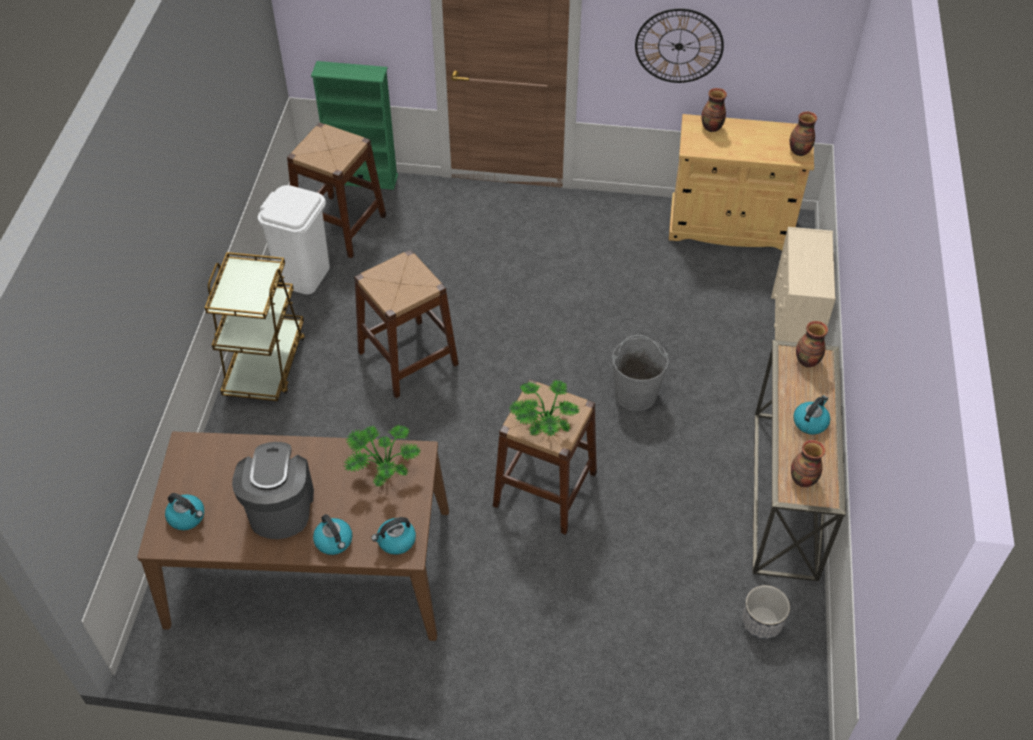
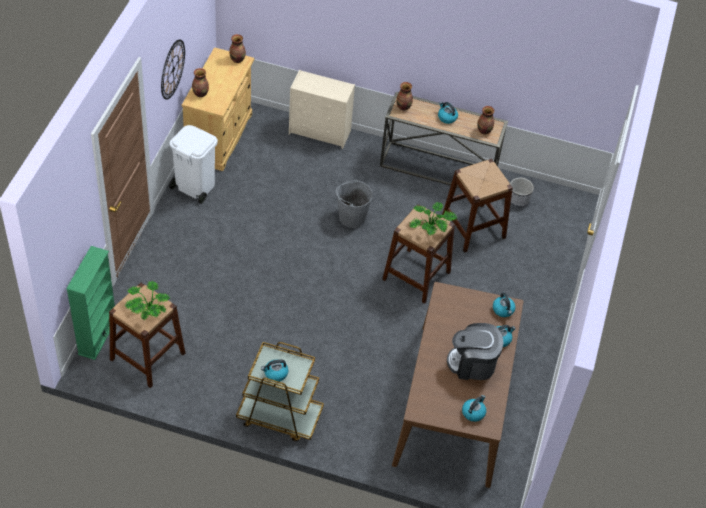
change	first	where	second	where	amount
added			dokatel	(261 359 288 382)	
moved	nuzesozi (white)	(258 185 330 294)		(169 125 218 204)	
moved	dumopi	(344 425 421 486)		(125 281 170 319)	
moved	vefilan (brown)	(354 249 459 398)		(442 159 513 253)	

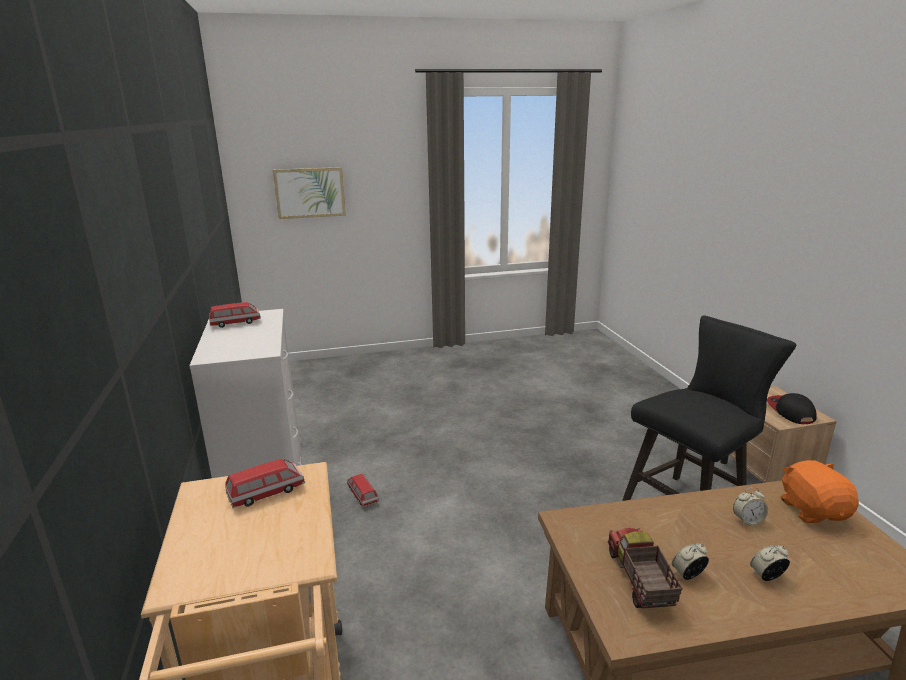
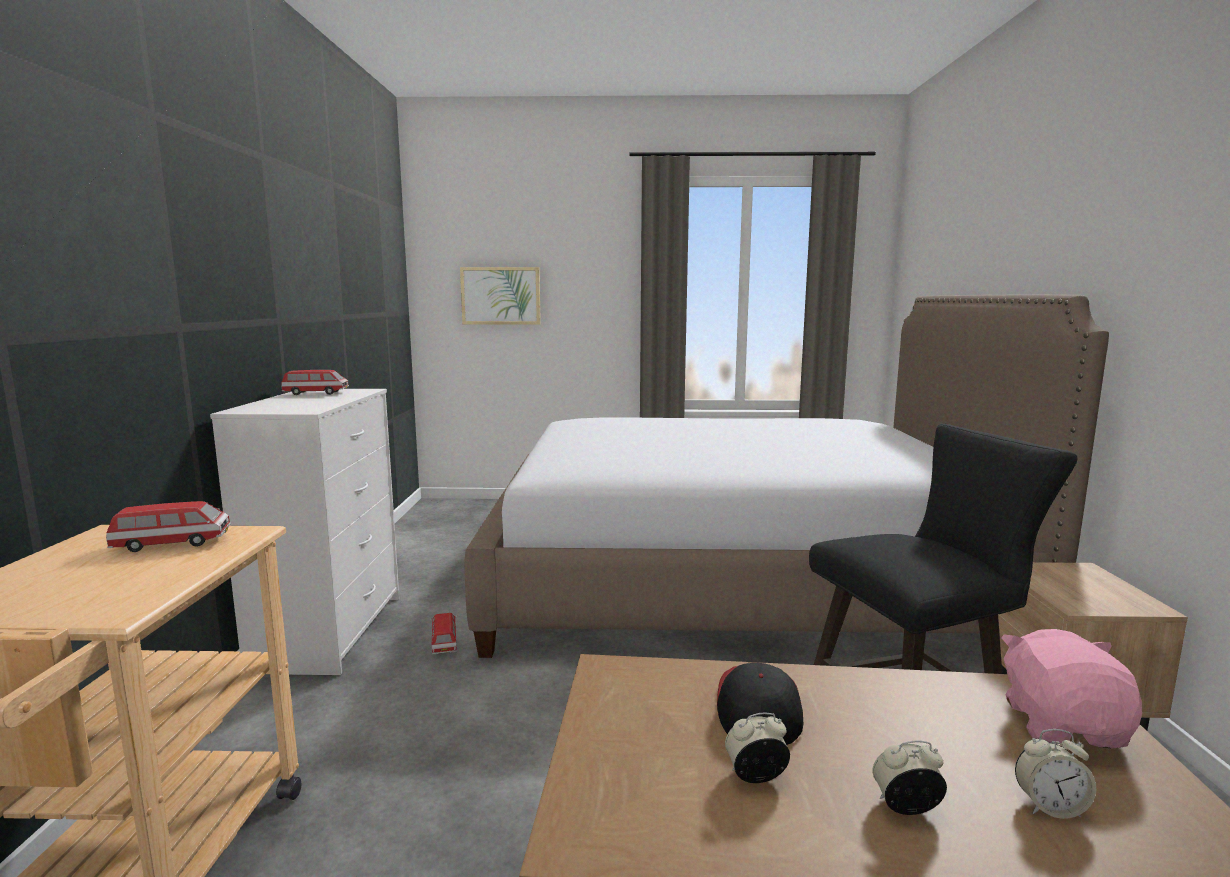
change	first	where	second	where	amount
removed	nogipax	(608 528 683 608)			
added			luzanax	(464 294 1109 658)	
moved	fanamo	(733 487 768 526)		(1015 729 1096 819)	
moved	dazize	(767 393 817 424)		(717 663 803 745)	
recoloured	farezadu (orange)	(781 460 859 523)	farezadu (pink)	(1001 629 1142 749)	

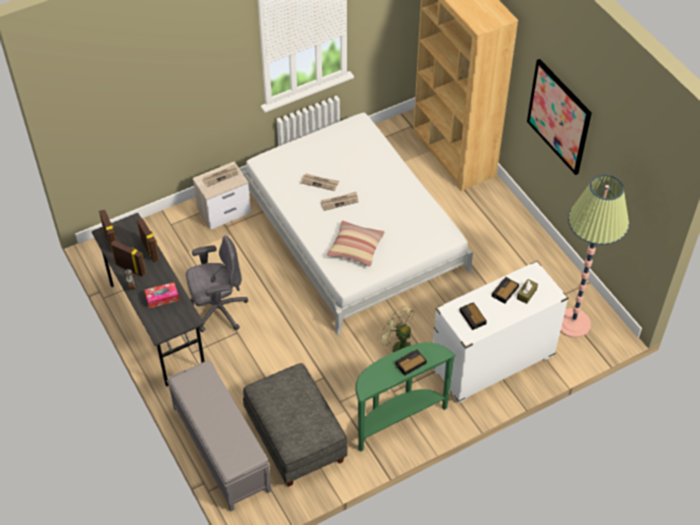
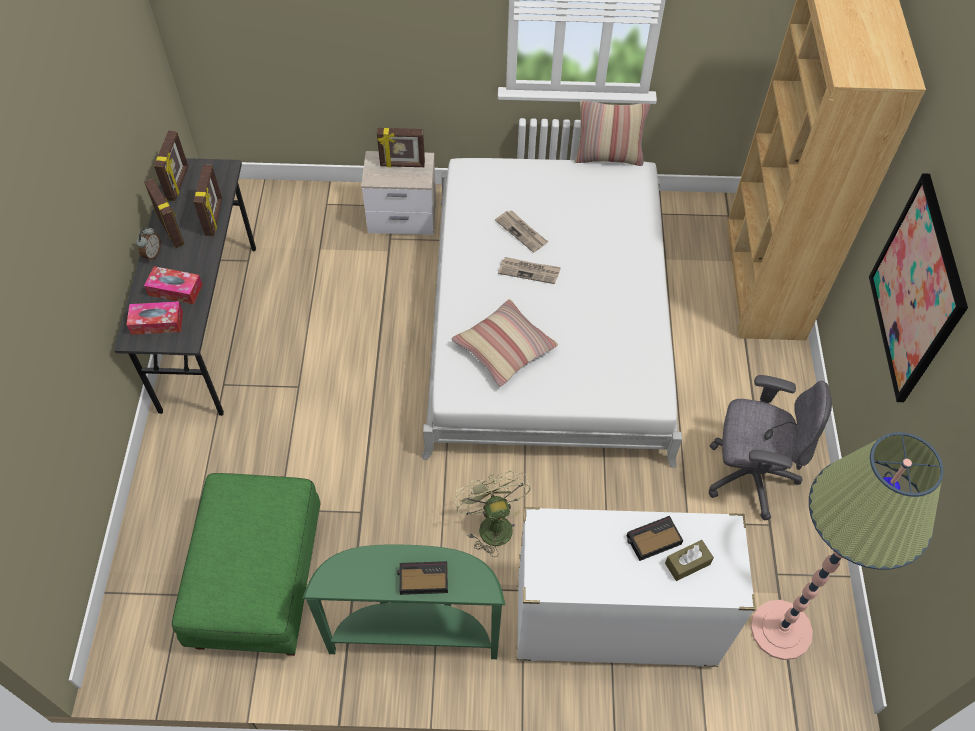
change	first	where	second	where	amount
removed	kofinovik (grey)	(166 361 272 512)			
removed	fanamo	(459 302 487 330)			
added			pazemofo	(126 301 183 335)	
added			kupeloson	(575 101 650 166)	
moved	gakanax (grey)	(186 236 248 332)		(709 375 832 520)	
replaced	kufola	(202 164 239 187)	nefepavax	(377 128 425 167)	
recoloured	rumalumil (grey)	(243 363 348 487)	rumalumil (green)	(172 473 320 656)	

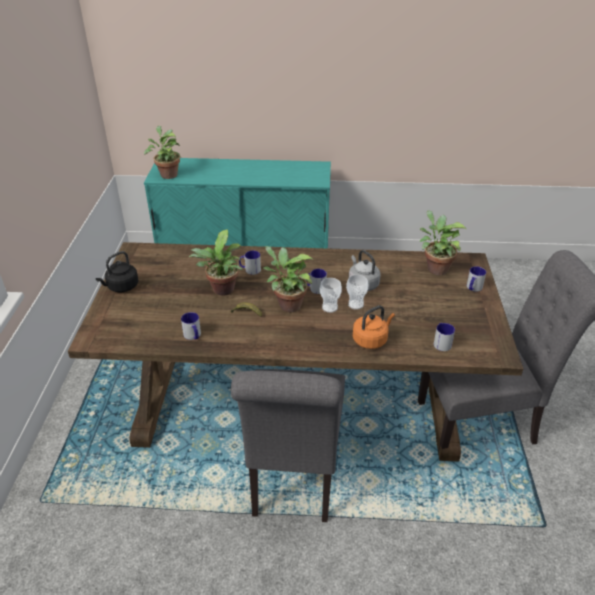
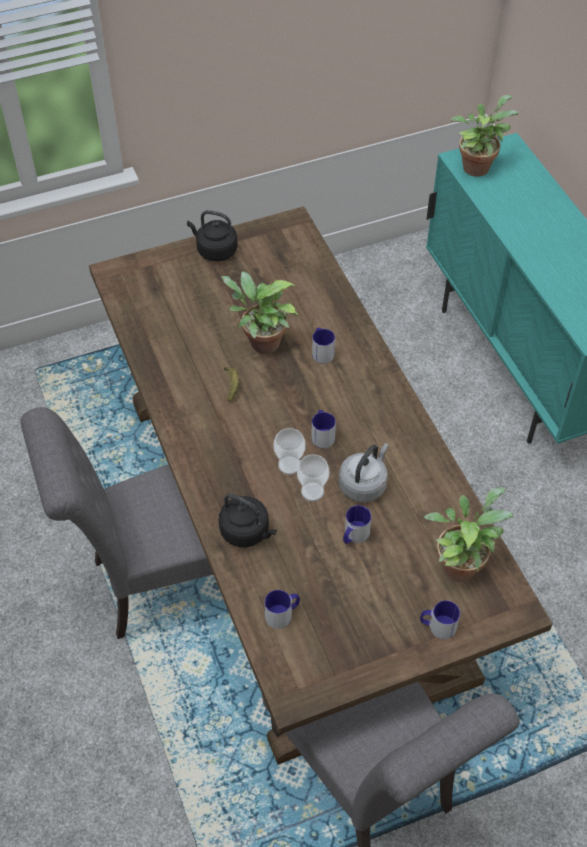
change	first	where	second	where	amount
removed	dumopi	(263 246 314 312)			
moved	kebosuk	(181 312 201 340)		(343 505 371 544)	
recoloured	dokatel (orange)	(353 305 395 349)	dokatel (black)	(219 494 277 547)	

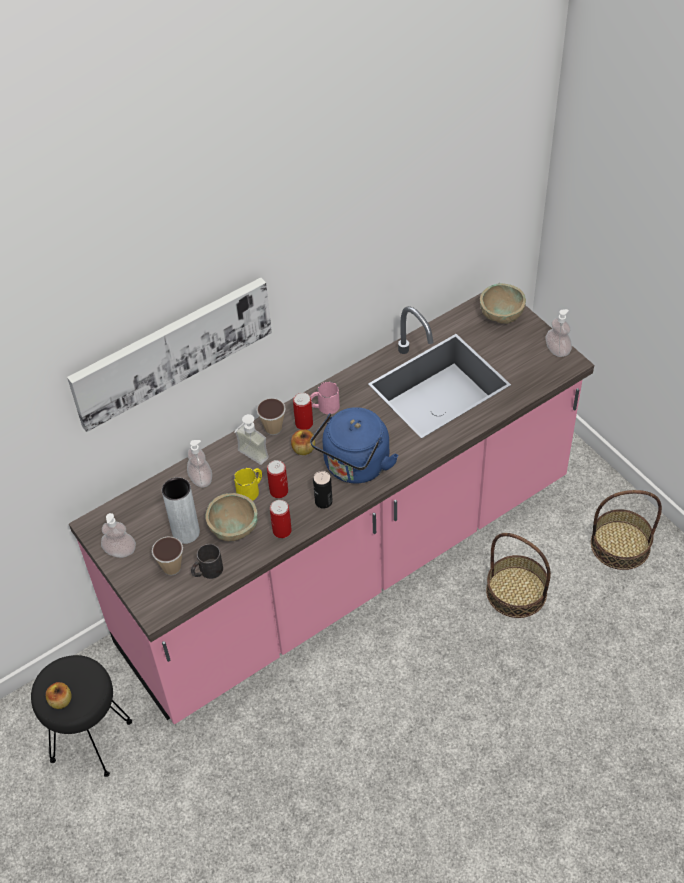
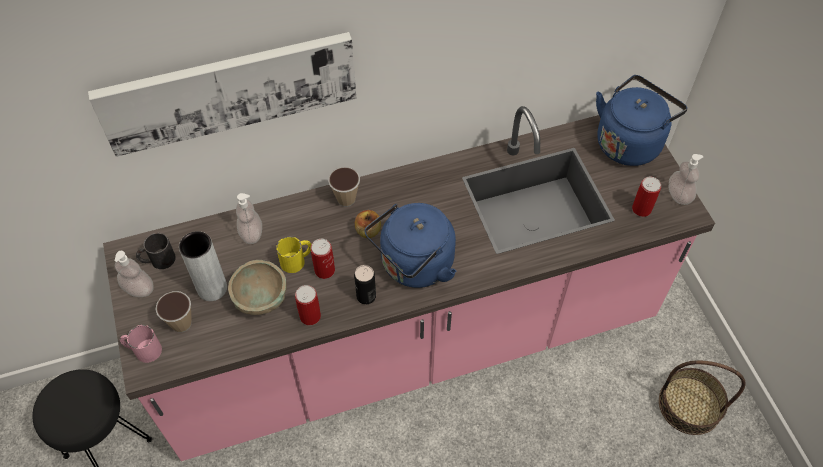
change	first	where	second	where	amount
removed	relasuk	(46 682 72 709)			
removed	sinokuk	(235 414 269 465)			
removed	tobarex	(486 533 551 618)			
moved	kebosuk (black)	(191 544 223 579)		(136 233 176 269)	
moved	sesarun	(293 392 313 430)		(632 177 661 217)	
moved	kebosuk (pink)	(310 381 340 414)		(120 325 162 363)	
replaced	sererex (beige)	(480 283 526 324)	dokatel (blue)	(596 75 687 166)	

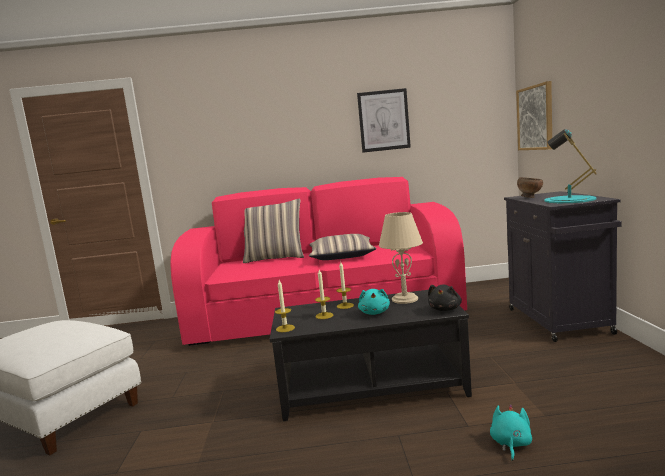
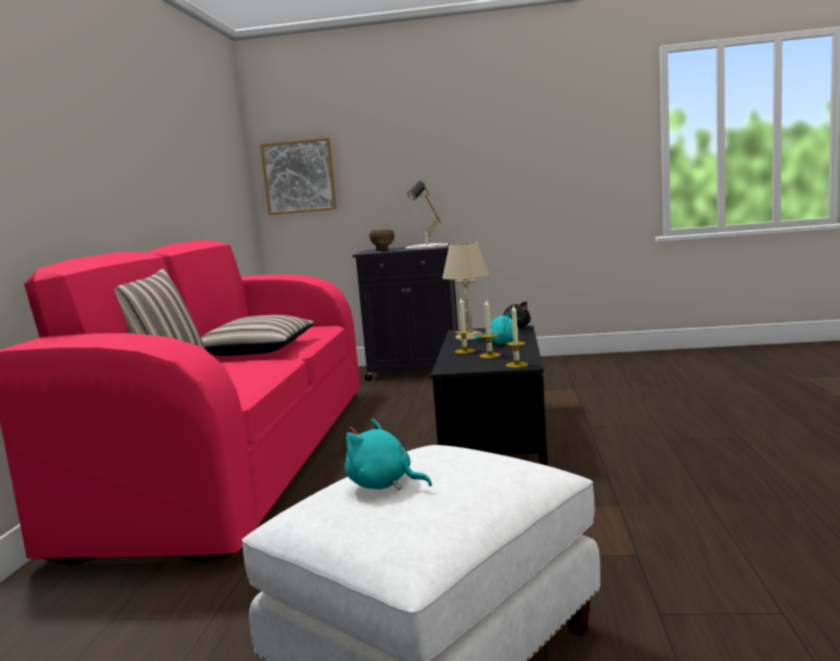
change	first	where	second	where	amount
removed	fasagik	(357 88 411 153)			
moved	farezadu (turquoise)	(490 404 532 461)		(345 419 432 490)	
recoloured	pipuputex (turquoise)	(545 129 597 203)	pipuputex (white)	(406 181 449 249)	

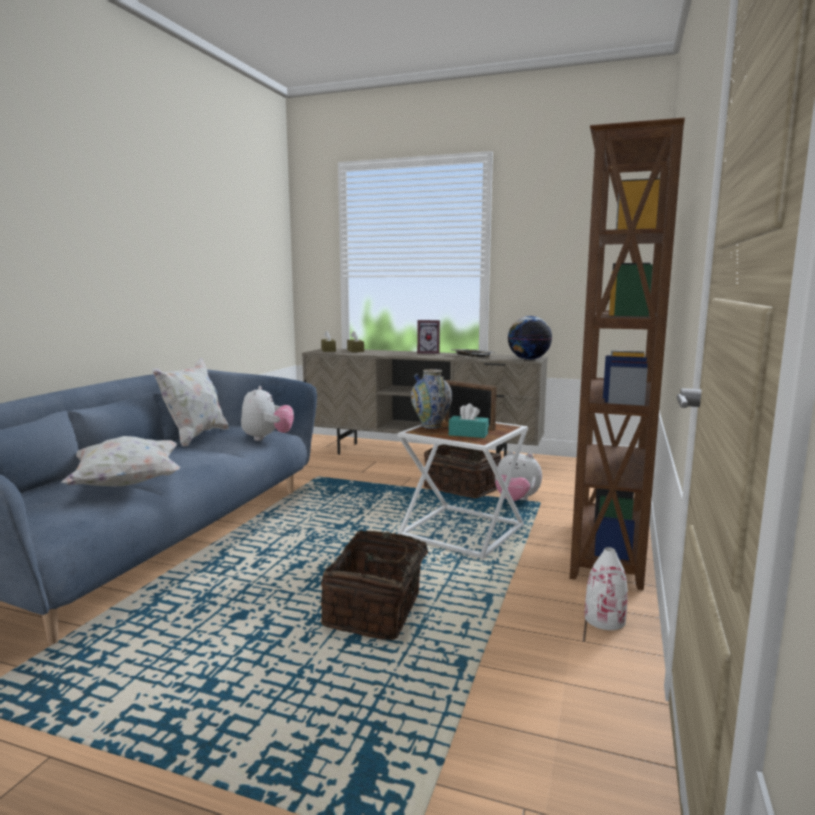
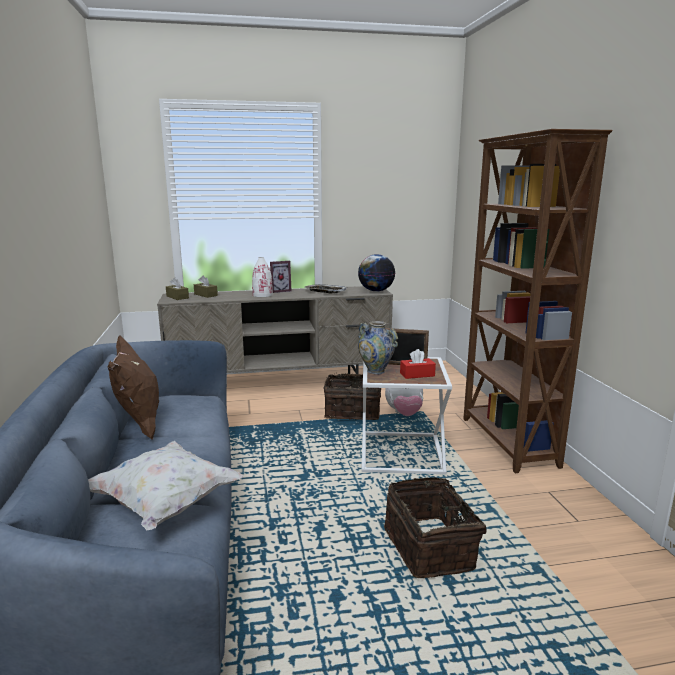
change	first	where	second	where	amount
removed	farezadu	(241 386 294 441)			
moved	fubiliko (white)	(585 547 628 630)		(252 257 273 297)	
recoloured	kupeloson (white)	(152 358 229 446)	kupeloson (brown)	(108 335 159 440)	
recoloured	pazemofo (turquoise)	(449 403 489 438)	pazemofo (red)	(400 349 436 379)	

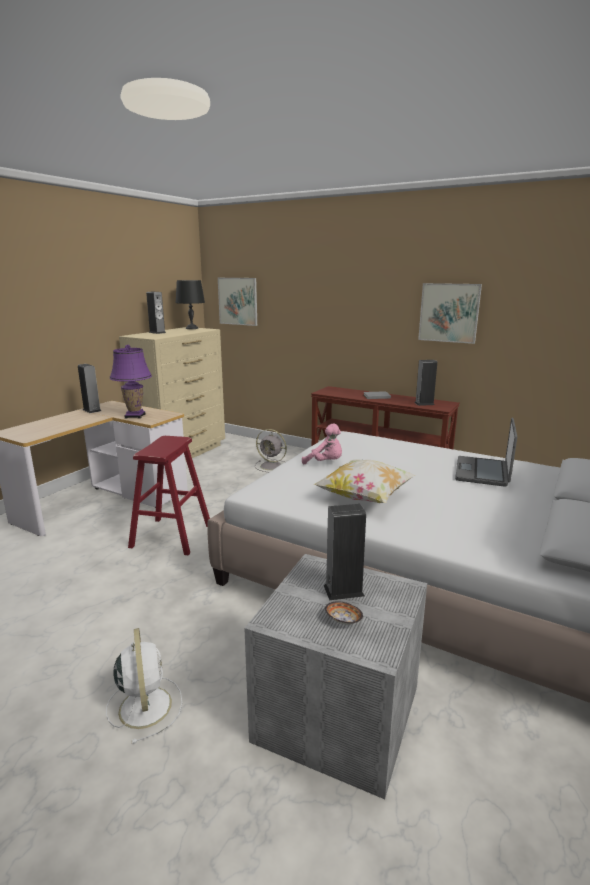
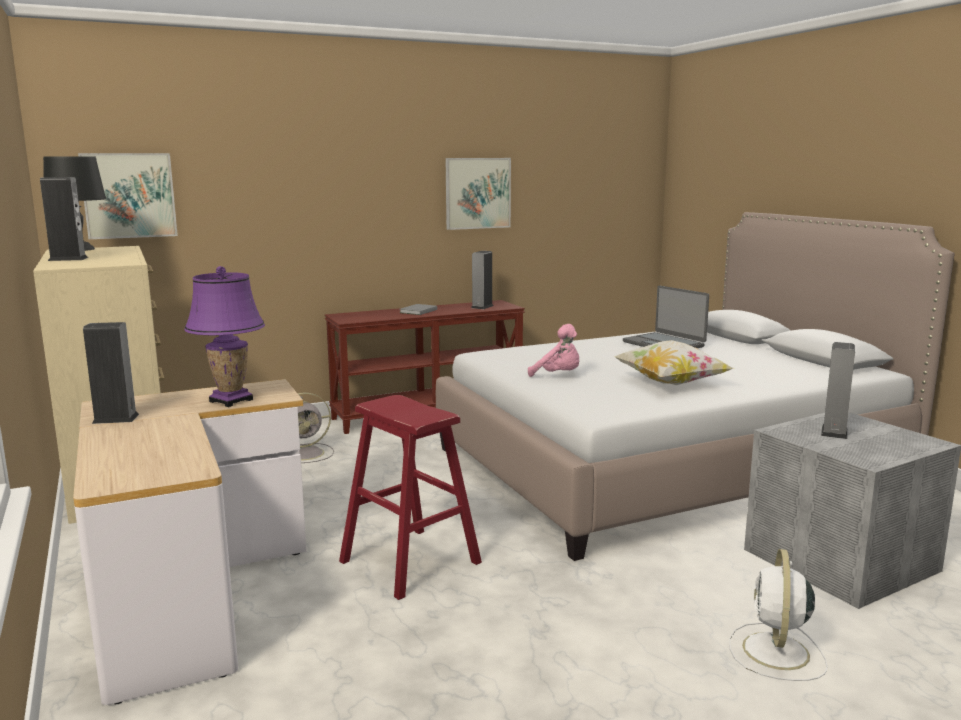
change	first	where	second	where	amount
removed	sererex	(325 601 363 625)			
turned	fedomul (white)	(106 628 182 744)		(729 549 828 681)	90 degrees counterclockwise
turned	farezadu (pink)	(302 423 342 464)		(528 324 579 377)	60 degrees clockwise

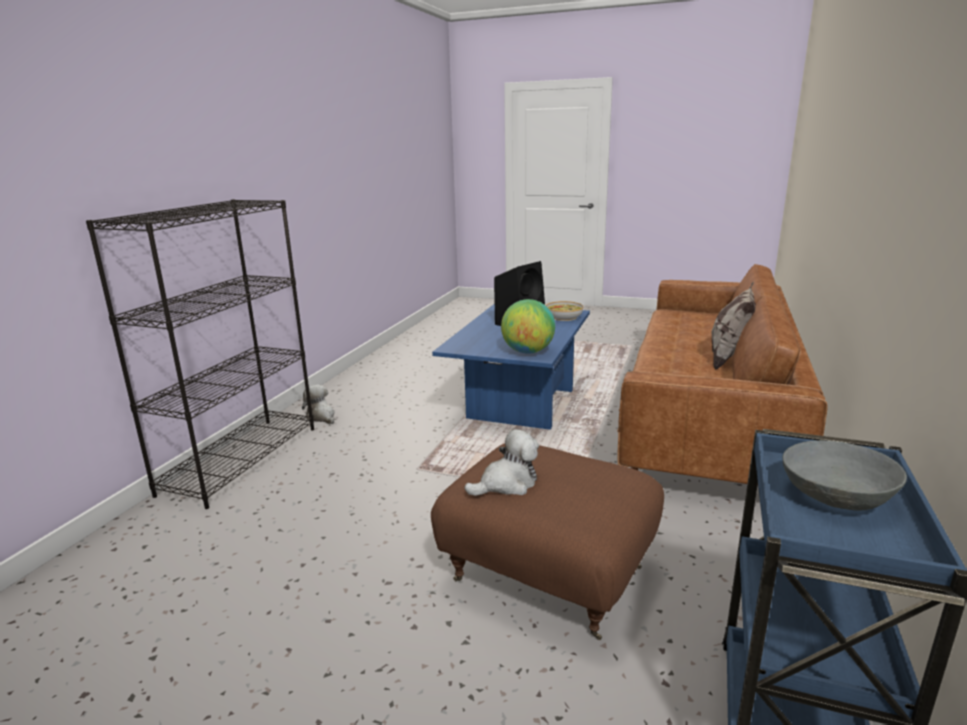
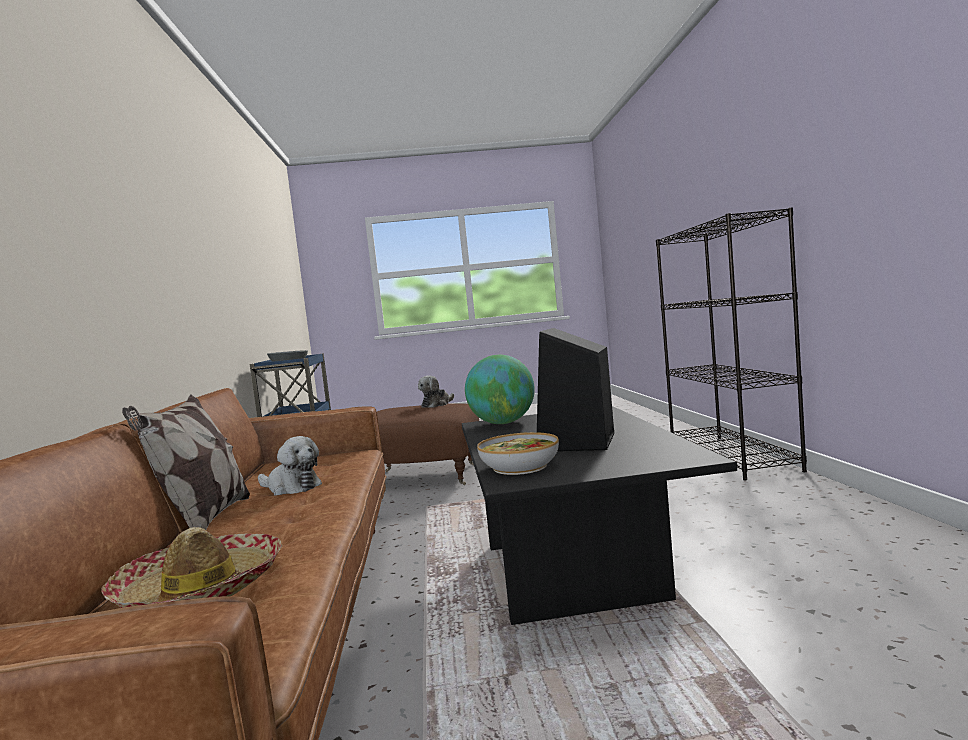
change	first	where	second	where	amount
added			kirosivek	(101 527 282 608)	
moved	farezadu	(302 385 335 424)		(258 436 322 496)	
recoloured	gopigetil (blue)	(432 304 590 430)	gopigetil (black)	(462 406 737 625)	

